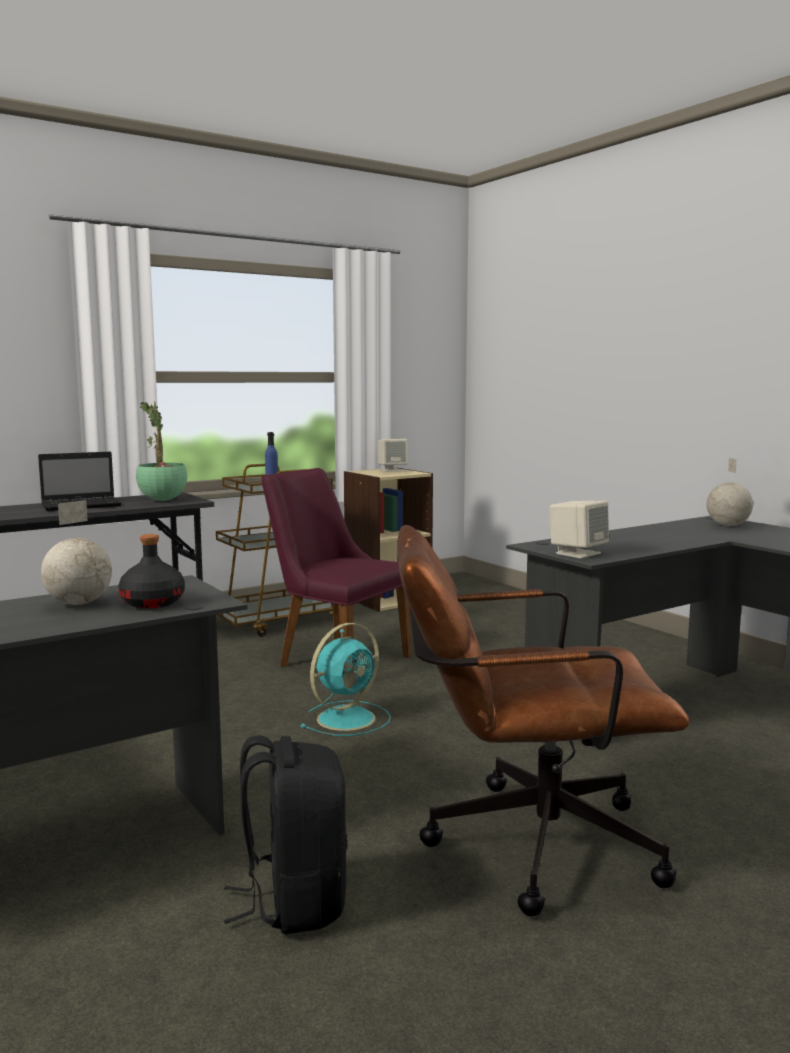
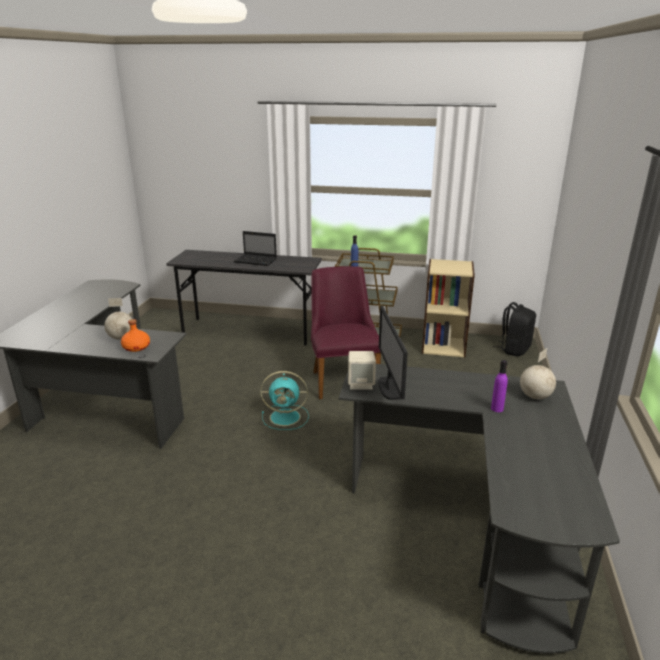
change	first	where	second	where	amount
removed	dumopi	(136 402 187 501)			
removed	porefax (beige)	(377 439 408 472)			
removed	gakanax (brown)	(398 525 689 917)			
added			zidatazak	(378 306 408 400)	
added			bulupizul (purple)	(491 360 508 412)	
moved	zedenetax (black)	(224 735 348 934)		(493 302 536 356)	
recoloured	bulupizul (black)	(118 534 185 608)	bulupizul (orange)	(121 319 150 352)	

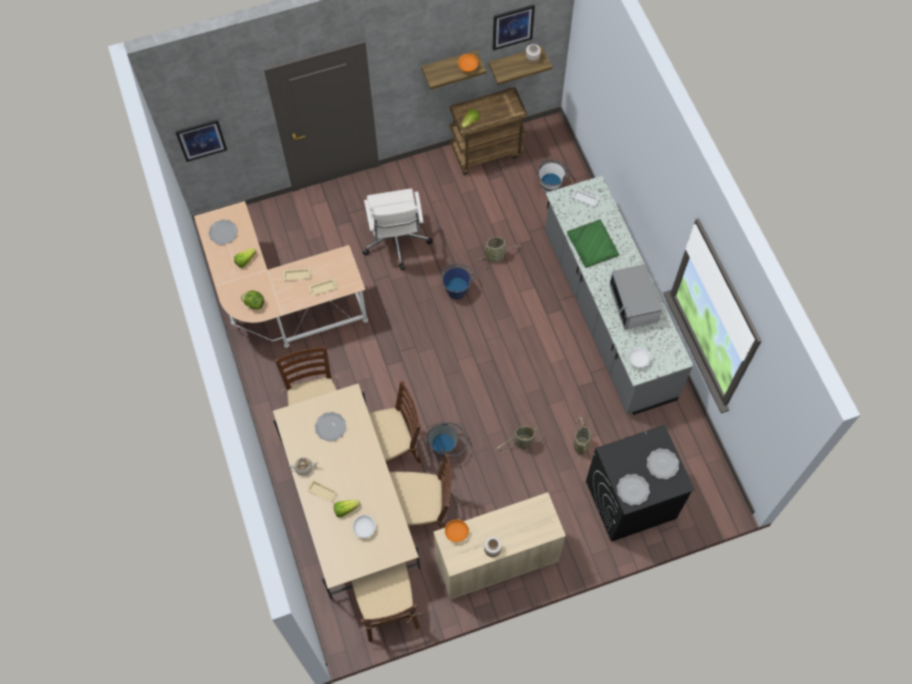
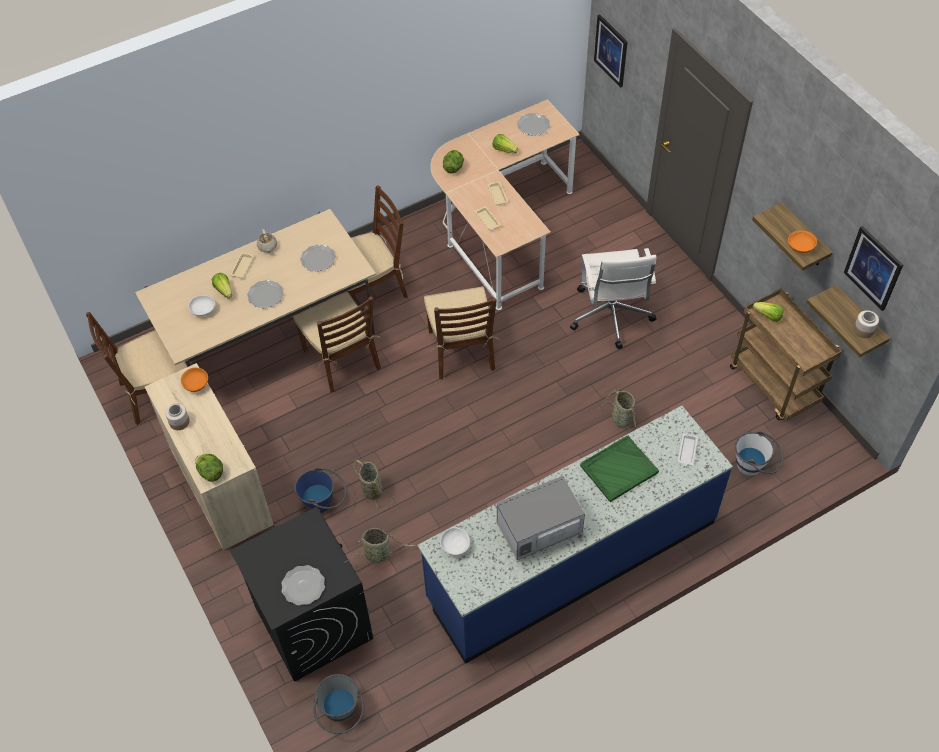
change	first	where	second	where	amount
added			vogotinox	(195 454 223 482)	
moved	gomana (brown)	(389 454 452 529)		(424 287 500 379)	
moved	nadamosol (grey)	(427 422 468 457)		(313 674 364 734)	
moved	nadamosol (blue)	(442 264 475 299)		(294 467 347 513)	
moved	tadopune	(617 474 650 505)		(247 280 284 308)	
recoloured	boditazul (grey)	(545 176 694 415)	boditazul (blue)	(417 406 733 664)	
turned	gakanax (white)	(363 188 433 270)		(570 248 656 349)	75 degrees counterclockwise

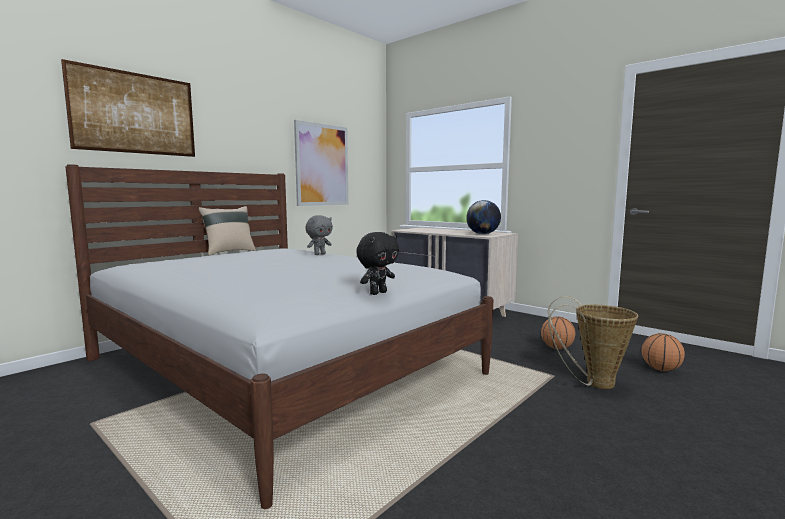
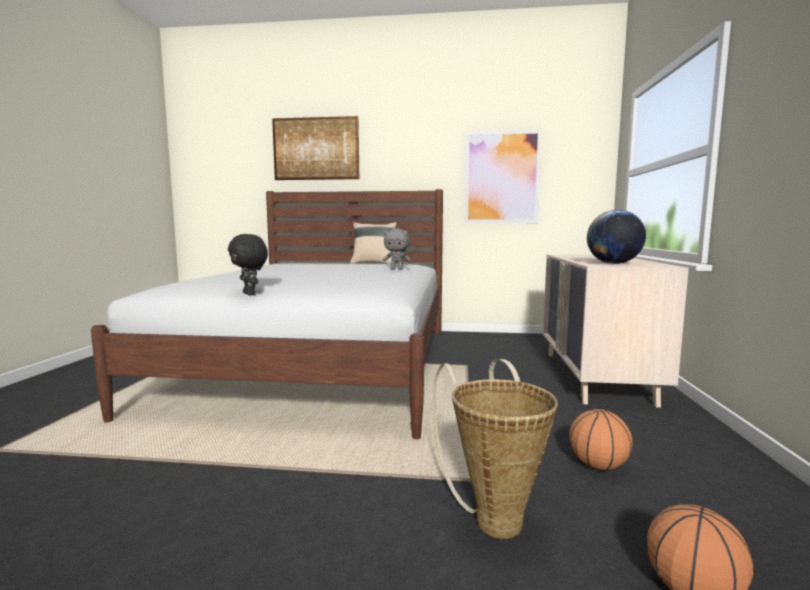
change	first	where	second	where	amount
turned	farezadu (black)	(356 232 399 295)		(228 234 268 295)	45 degrees clockwise

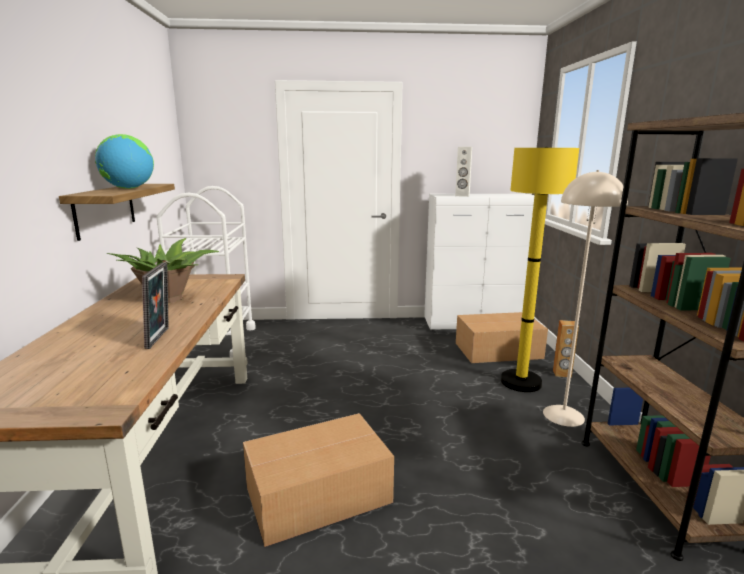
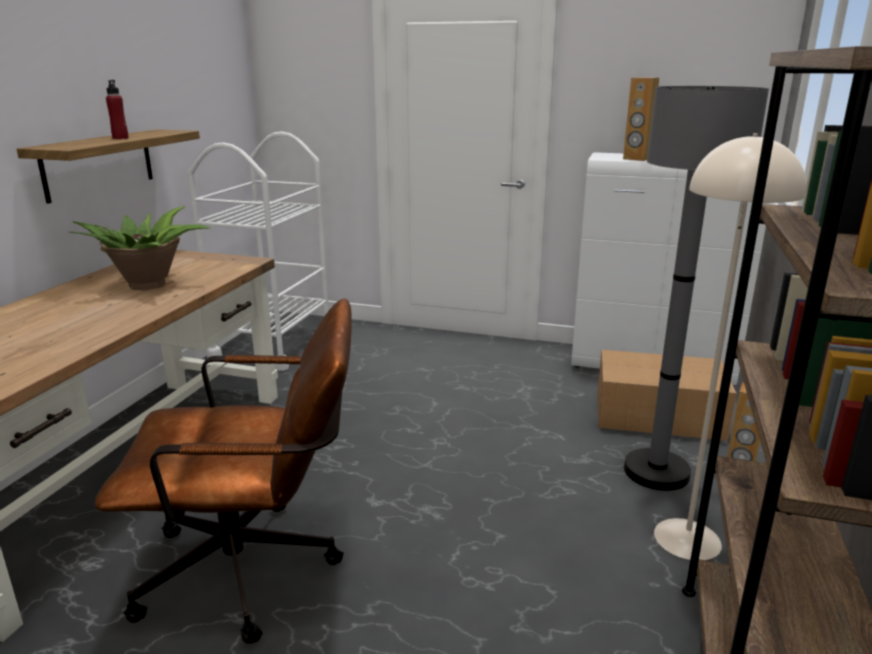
change	first	where	second	where	amount
removed	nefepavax	(142 262 169 349)			
replaced	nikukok	(95 134 154 189)	bulupizul (red)	(106 80 129 139)	
replaced	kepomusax	(243 413 394 547)	gakanax (brown)	(95 298 352 644)	
recoloured	porefax (white)	(455 147 472 197)	porefax (brown)	(623 77 659 161)	
recoloured	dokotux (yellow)	(501 147 579 392)	dokotux (grey)	(624 86 769 491)	

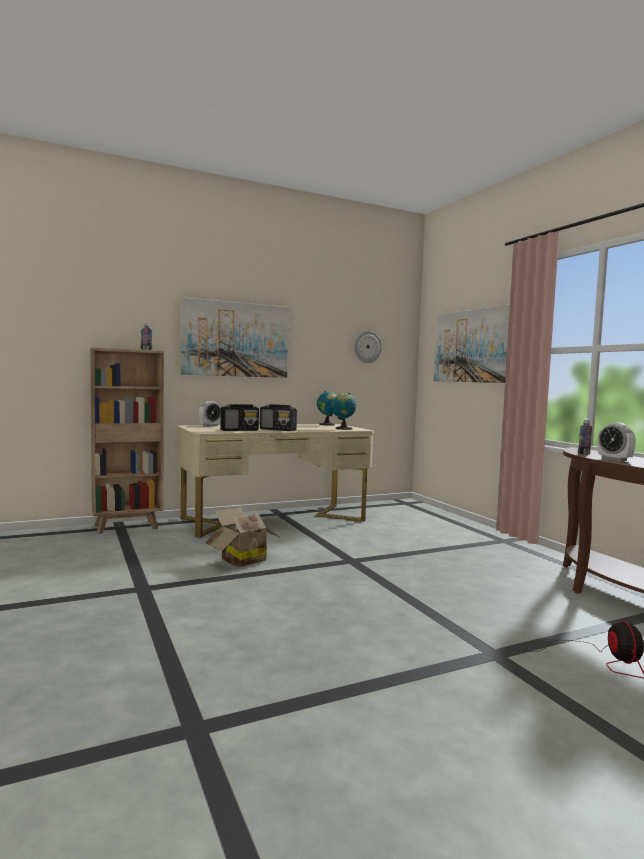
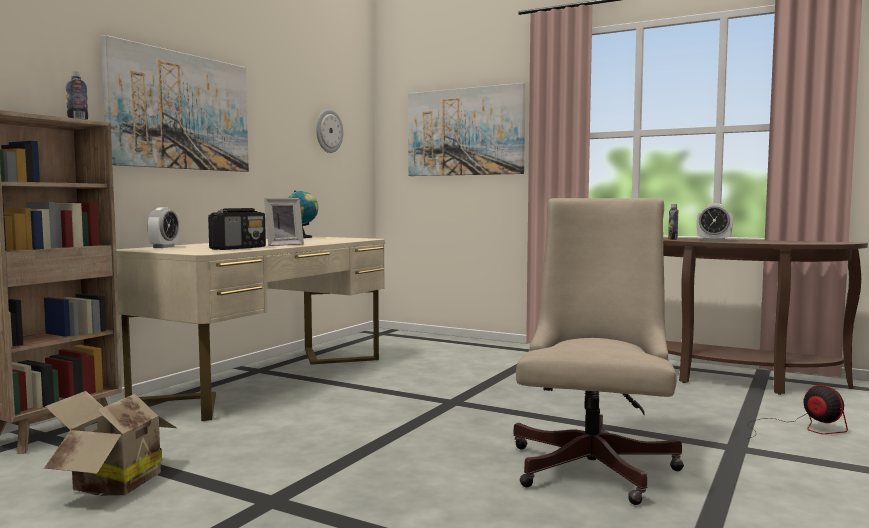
change	first	where	second	where	amount
removed	nikukok	(331 393 356 430)			
added			gakanax (beige)	(513 198 684 505)	
moved	kepomusax	(205 507 281 567)		(44 391 177 496)	
replaced	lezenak	(260 404 297 431)	nefepavax	(264 198 304 246)	

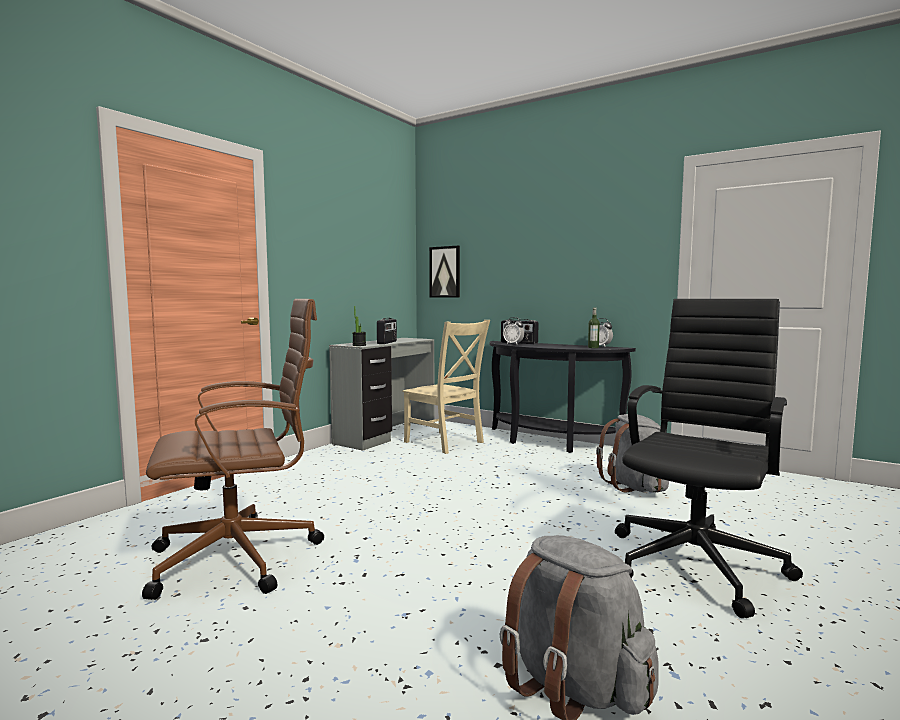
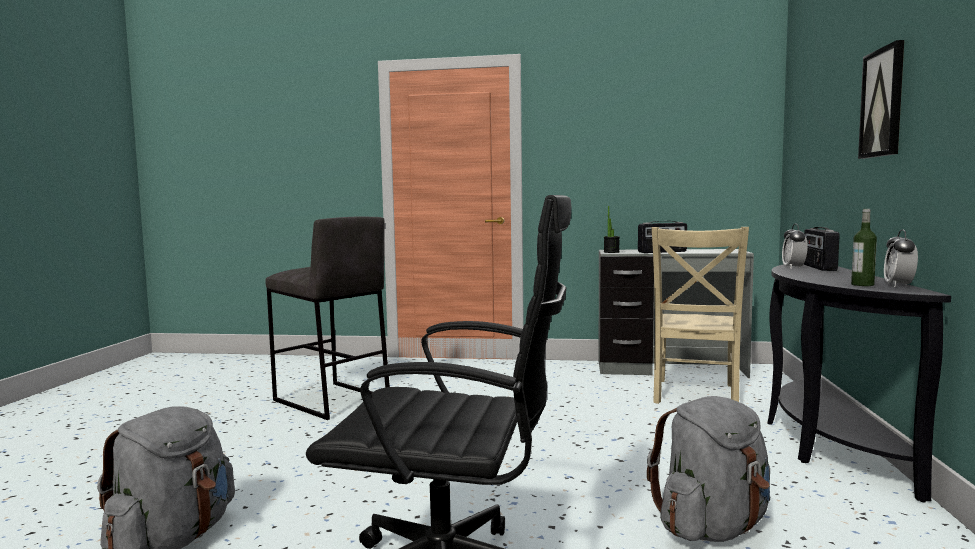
change	first	where	second	where	amount
moved	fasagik	(429 246 460 297)		(858 40 904 159)	
replaced	gakanax (brown)	(142 299 324 600)	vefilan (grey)	(265 217 390 420)	

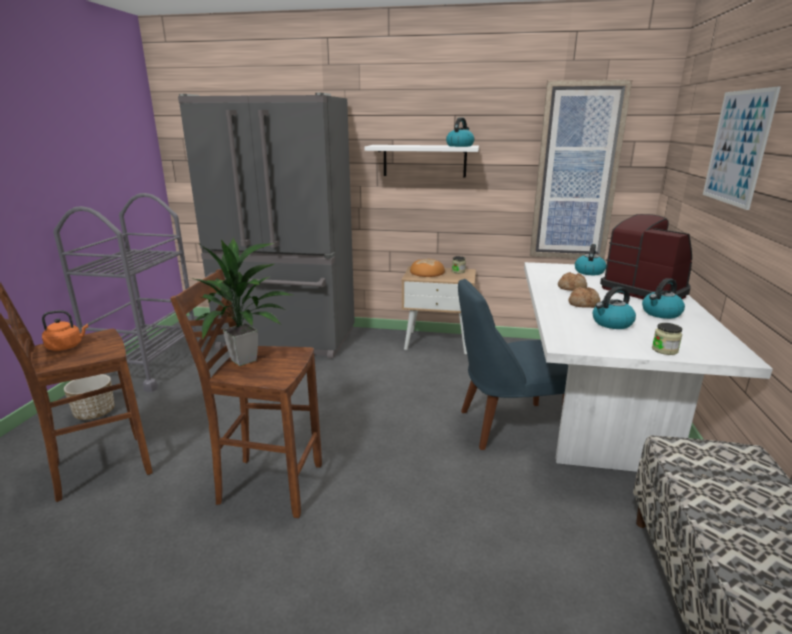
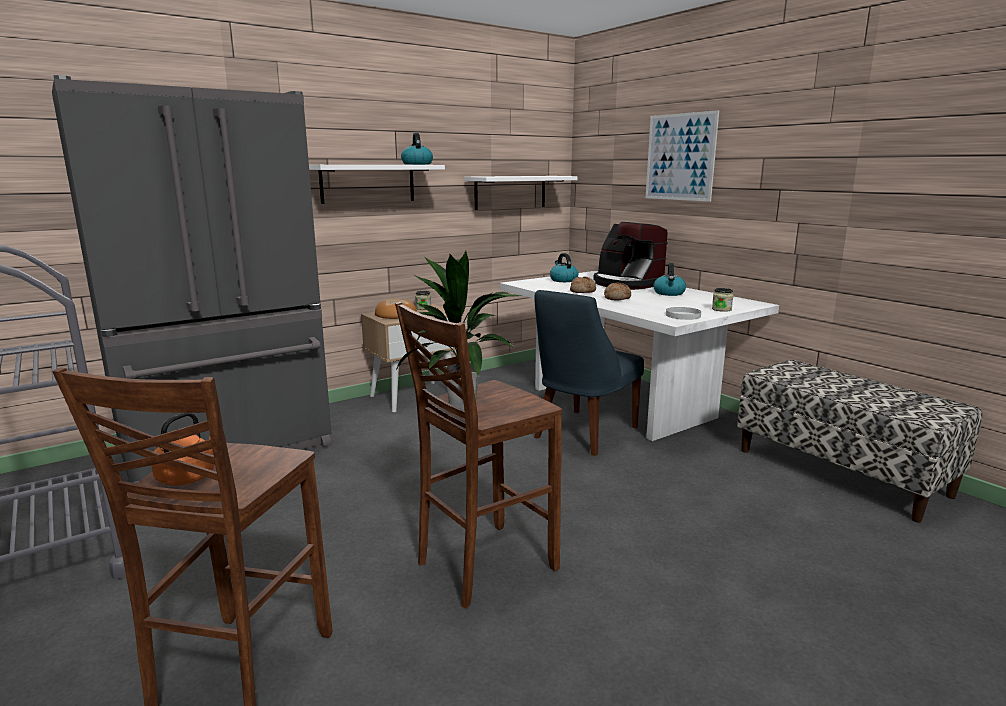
change	first	where	second	where	amount
removed	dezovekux	(64 374 115 420)			
removed	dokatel	(593 287 636 329)			
added			tadopune (white)	(666 307 701 320)	
replaced	fasagik	(530 80 632 259)	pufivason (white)	(464 176 578 210)	
turned	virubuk	(600 214 692 299)		(593 222 668 290)	135 degrees counterclockwise

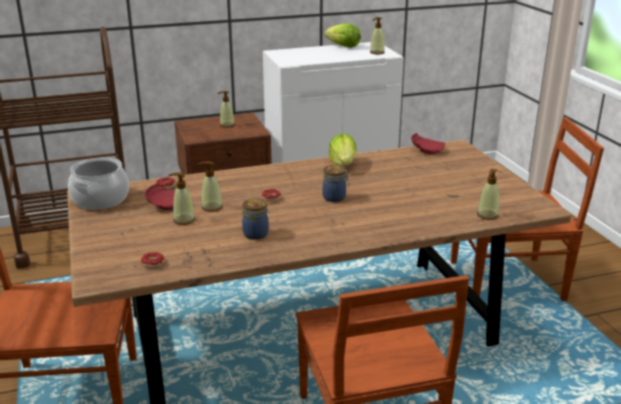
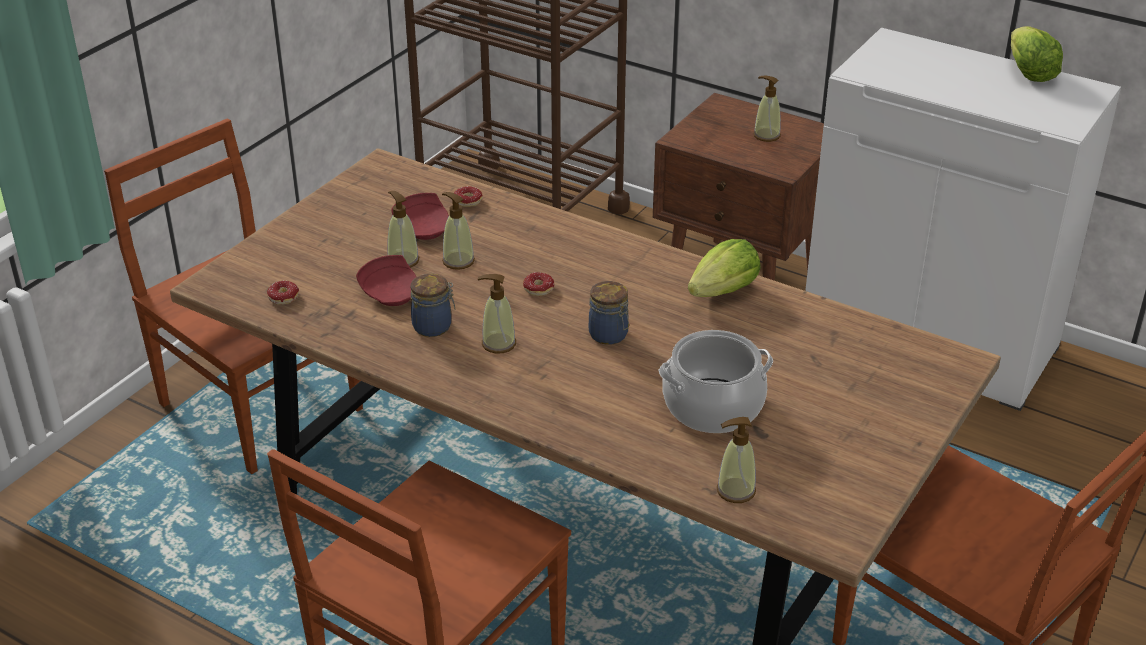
change	first	where	second	where	amount
moved	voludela	(68 158 129 210)		(659 330 773 433)	
moved	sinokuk	(370 17 385 55)		(478 274 516 354)	
moved	tadopune (red)	(411 133 445 154)		(356 255 416 306)	

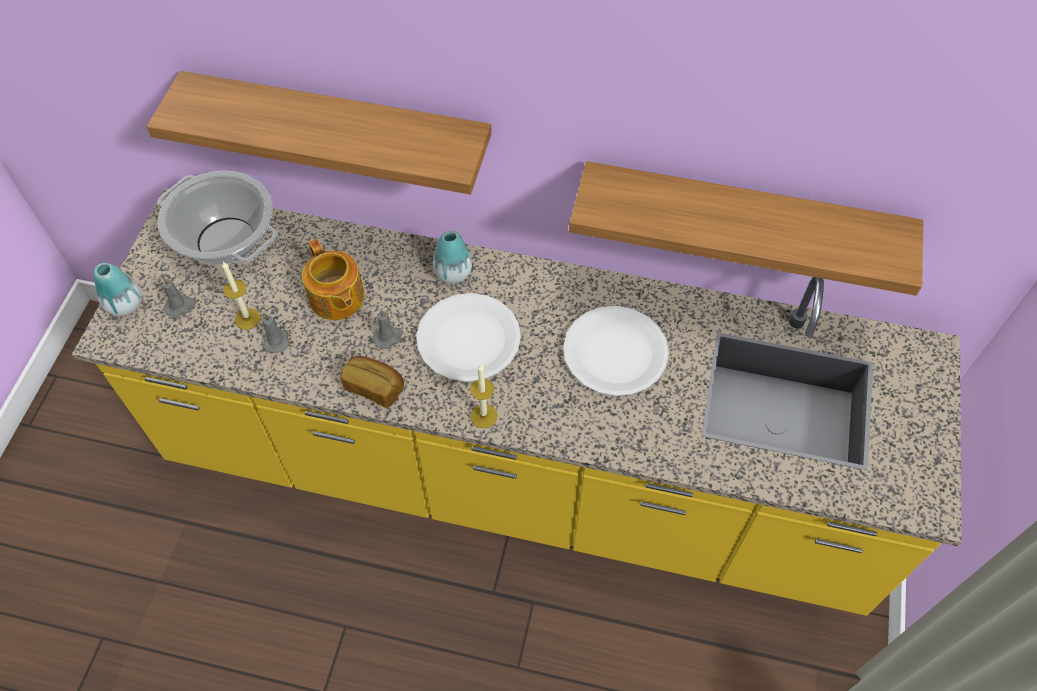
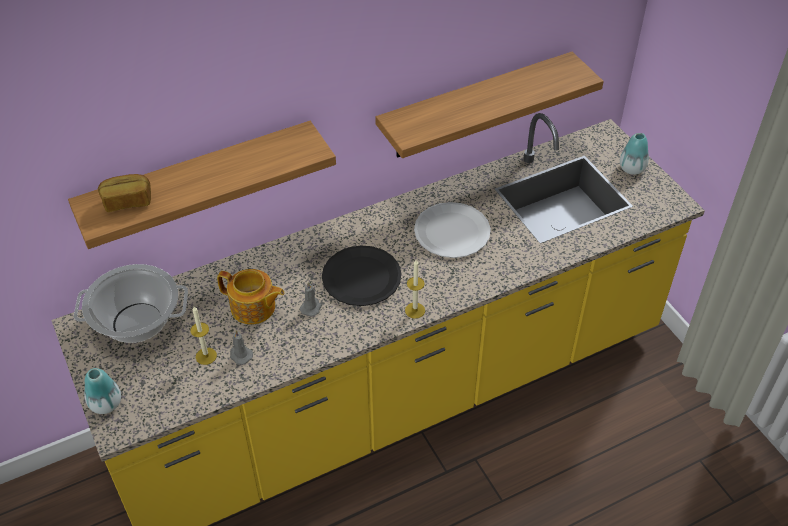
change	first	where	second	where	amount
removed	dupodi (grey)	(162 277 196 317)			
moved	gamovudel	(340 356 404 408)		(98 174 151 212)	
moved	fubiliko	(433 231 472 284)		(620 133 649 175)	
recoloured	tadopune (white)	(416 293 521 382)	tadopune (black)	(322 245 401 306)	

